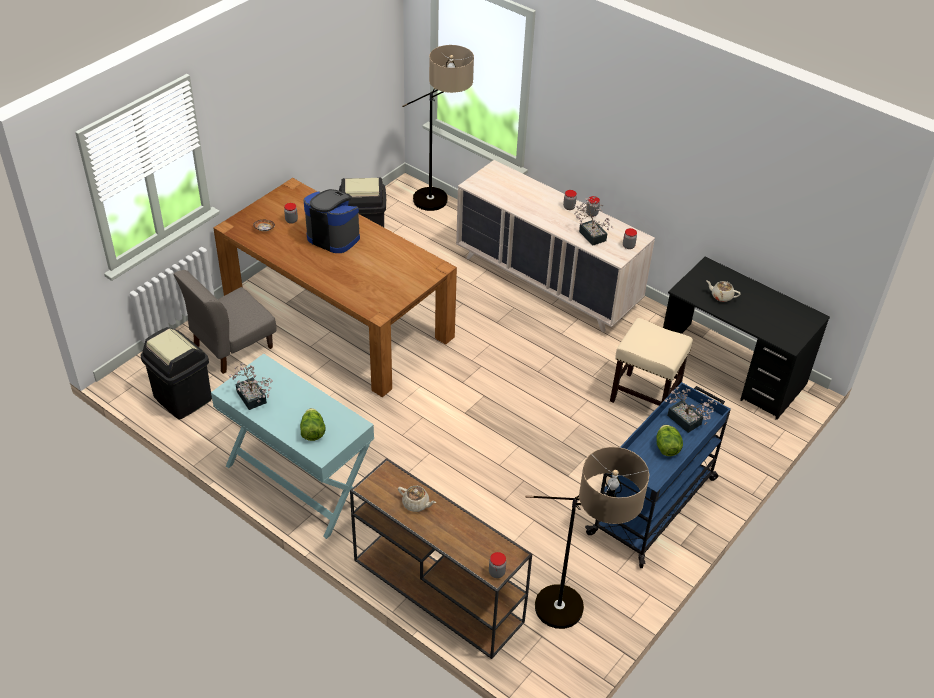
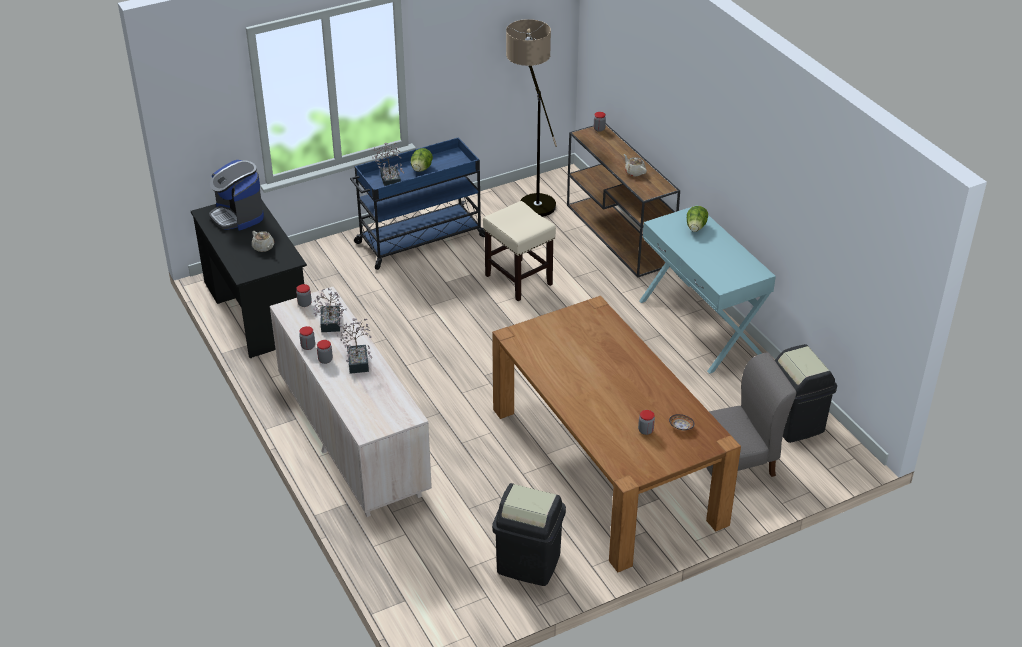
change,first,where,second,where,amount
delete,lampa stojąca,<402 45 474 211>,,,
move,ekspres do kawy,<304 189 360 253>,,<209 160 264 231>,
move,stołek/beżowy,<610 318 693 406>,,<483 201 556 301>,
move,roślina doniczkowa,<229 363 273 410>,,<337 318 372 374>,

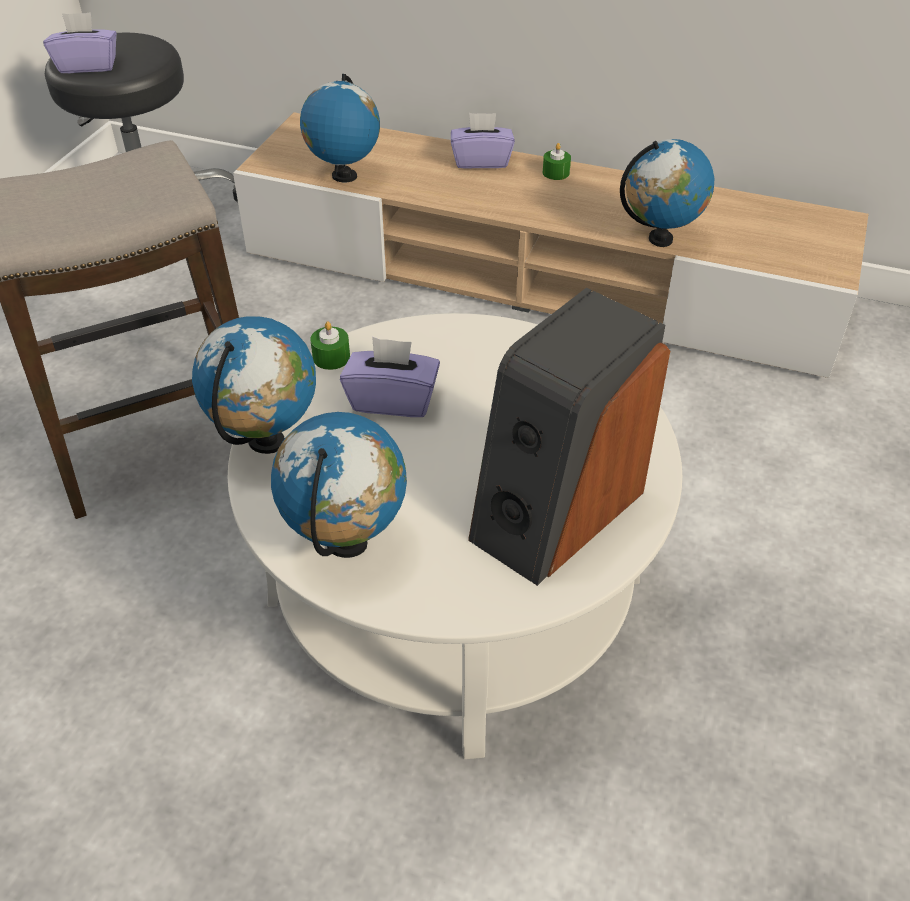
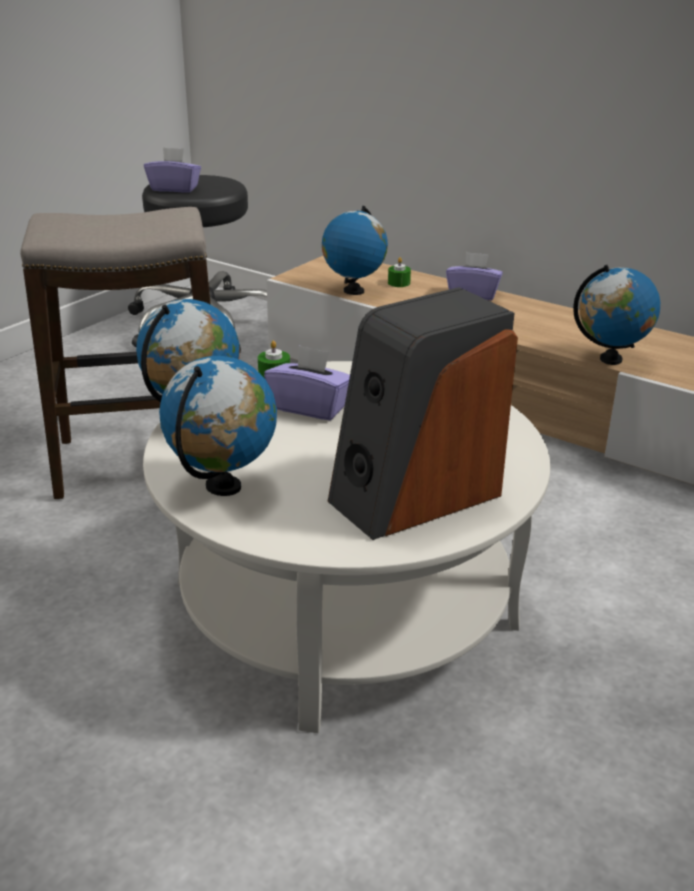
change,first,where,second,where,amount
move,świeca/zielony,<543 143 571 180>,,<388 257 411 287>,

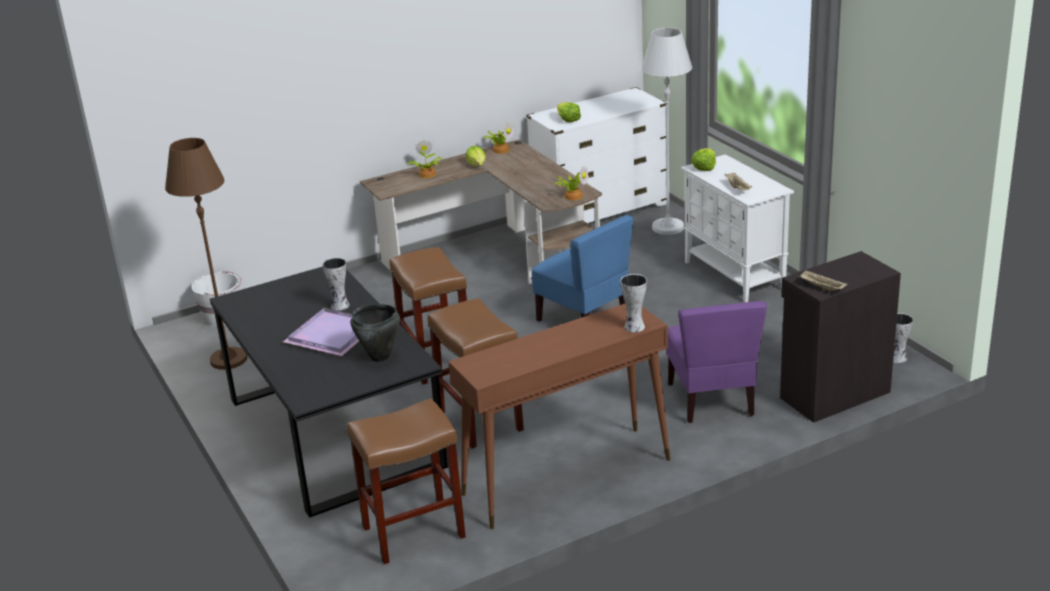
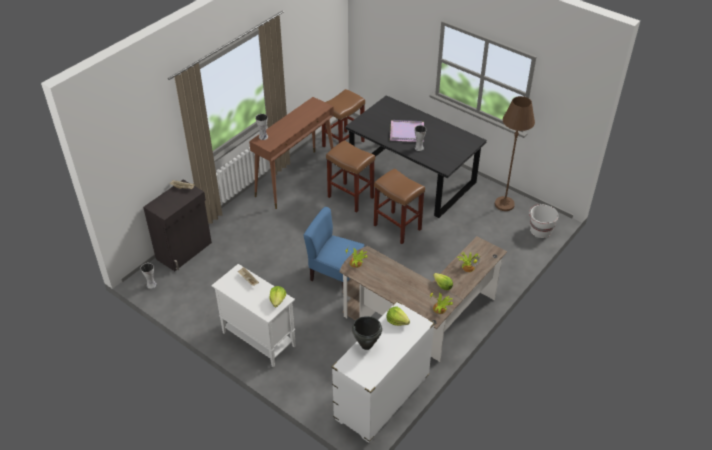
change,first,where,second,where,amount
delete,lampa stojąca/biały,<642 28 692 235>,,,
delete,krzesło/fioletowy,<666 301 767 423>,,,
move,garnek/czarny,<351 304 400 362>,,<352 316 382 350>,

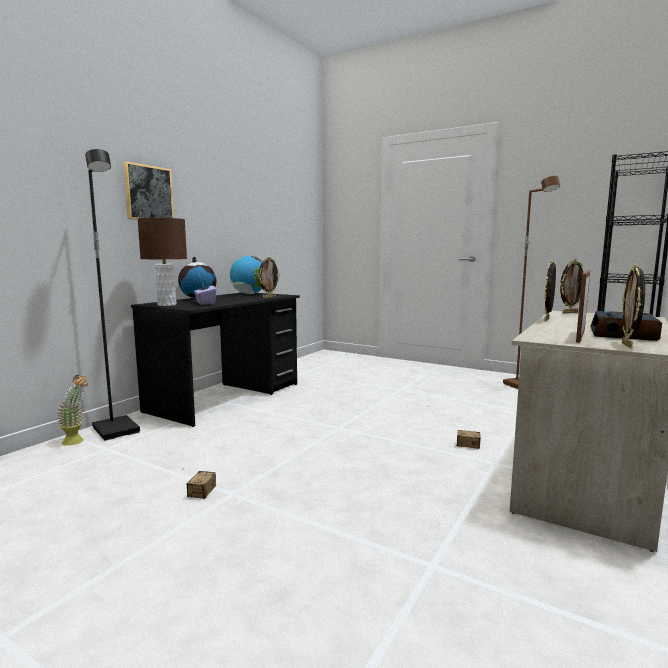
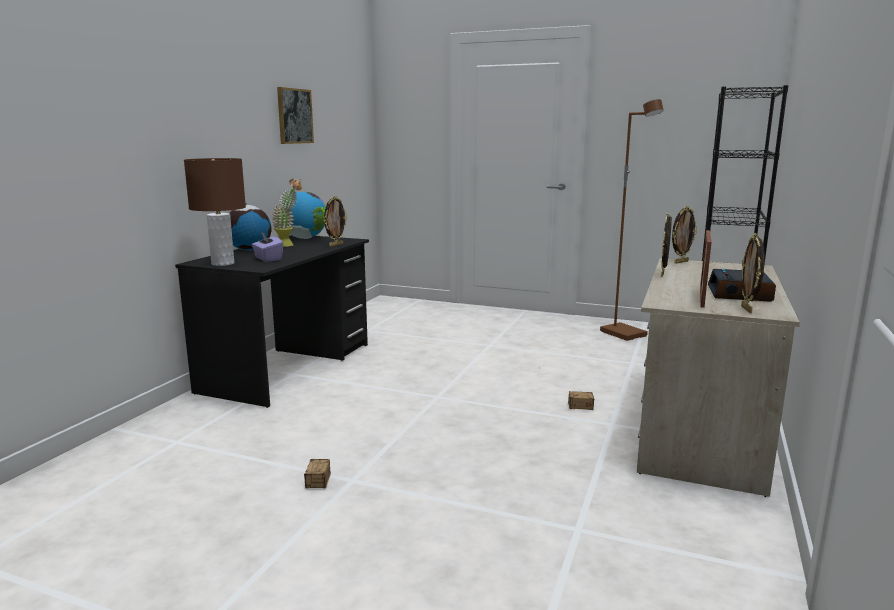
change,first,where,second,where,amount
delete,lampa stojąca/czarny,<85 149 140 441>,,,
move,obraz,<123 161 174 220>,,<277 87 314 144>,
move,roślina doniczkowa,<57 375 88 445>,,<271 179 302 247>,

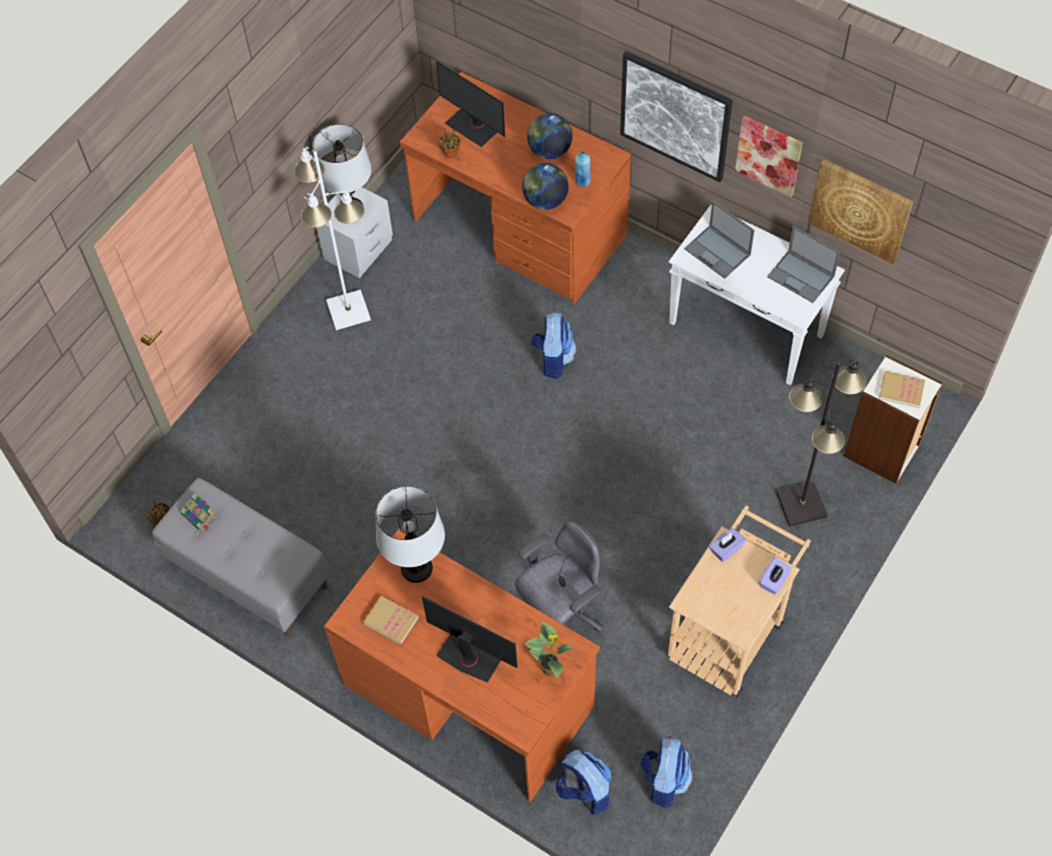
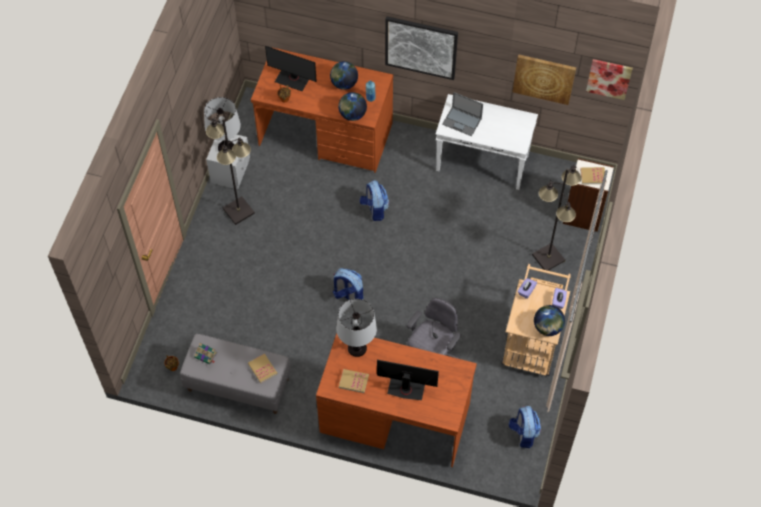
change,first,where,second,where,amount
move,obraz,<735 115 803 197>,,<586 59 633 100>,
recolor,lampa stojąca/biały,<294 146 371 330>,lampa stojąca/czarny,<206 117 255 225>,
delete,laptop,<767 226 840 303>,,,
delete,roślina doniczkowa,<524 621 574 678>,,,
move,plecak,<556 750 611 815>,,<333 268 363 300>,
insert,,,globus,<534 305 565 336>,
insert,,,książka,<248 354 277 383>,

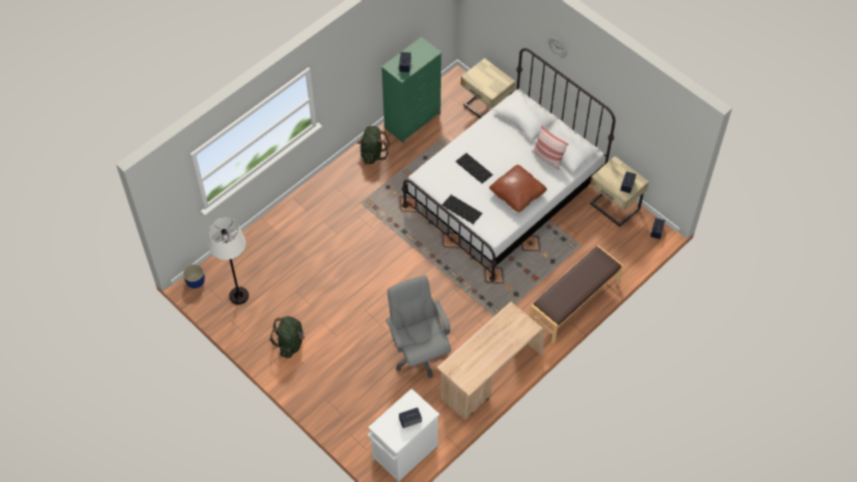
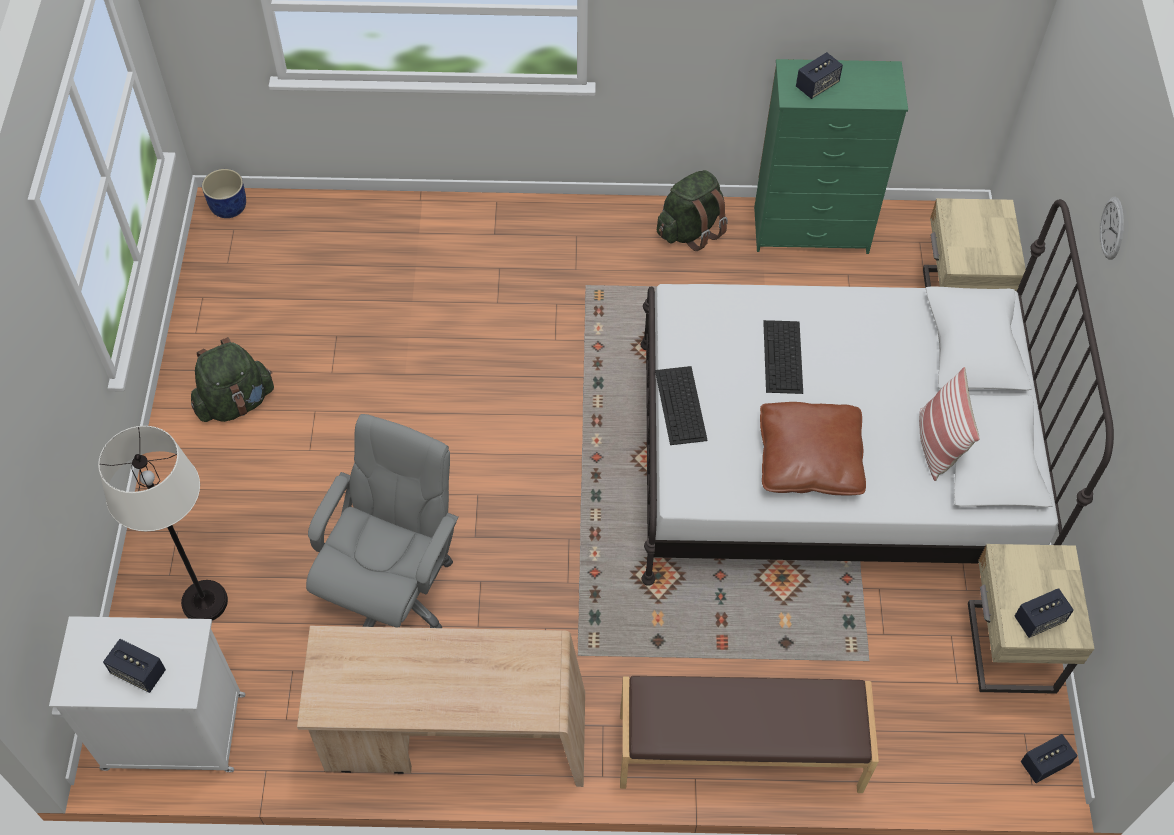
change,first,where,second,where,amount
move,lampa stojąca/biały,<208 218 249 305>,,<98 426 228 621>,

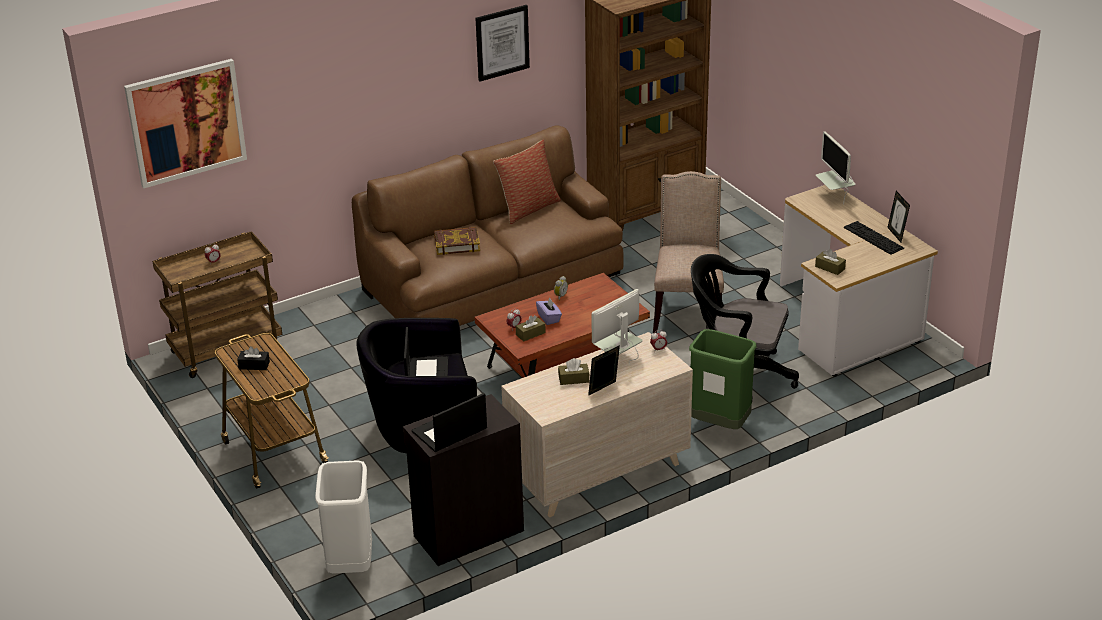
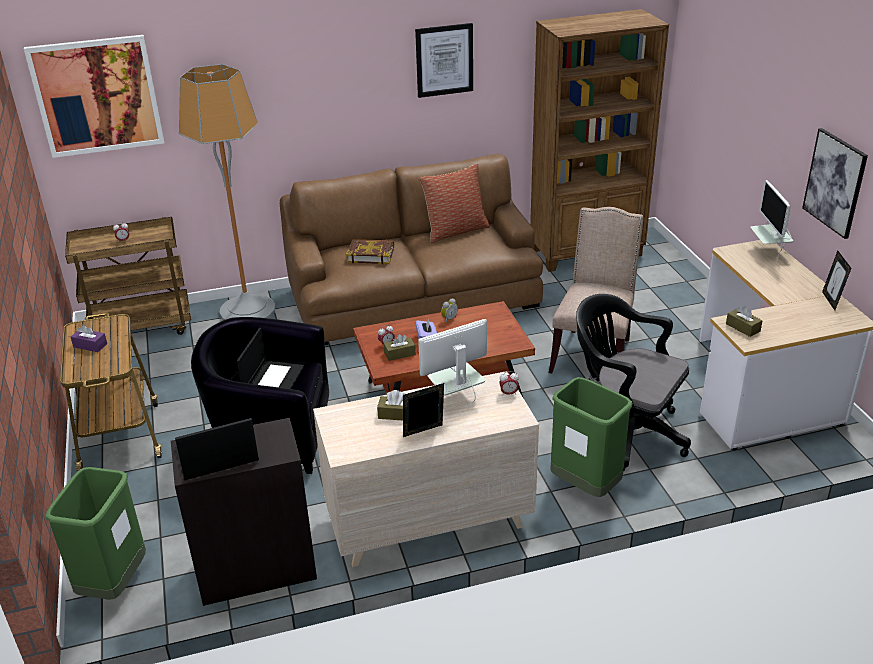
change,first,where,second,where,amount
delete,klawiatura,<844 221 904 255>,,,
recolor,pudełko chusteczek/czarny,<237 346 270 370>,pudełko chusteczek/fioletowy,<71 325 107 352>,
recolor,kosz na śmieci/biały,<315 460 372 574>,kosz na śmieci/zielony,<46 467 146 600>,
insert,,,lampa stojąca,<179 64 276 320>,
insert,,,obraz,<802 128 868 239>,

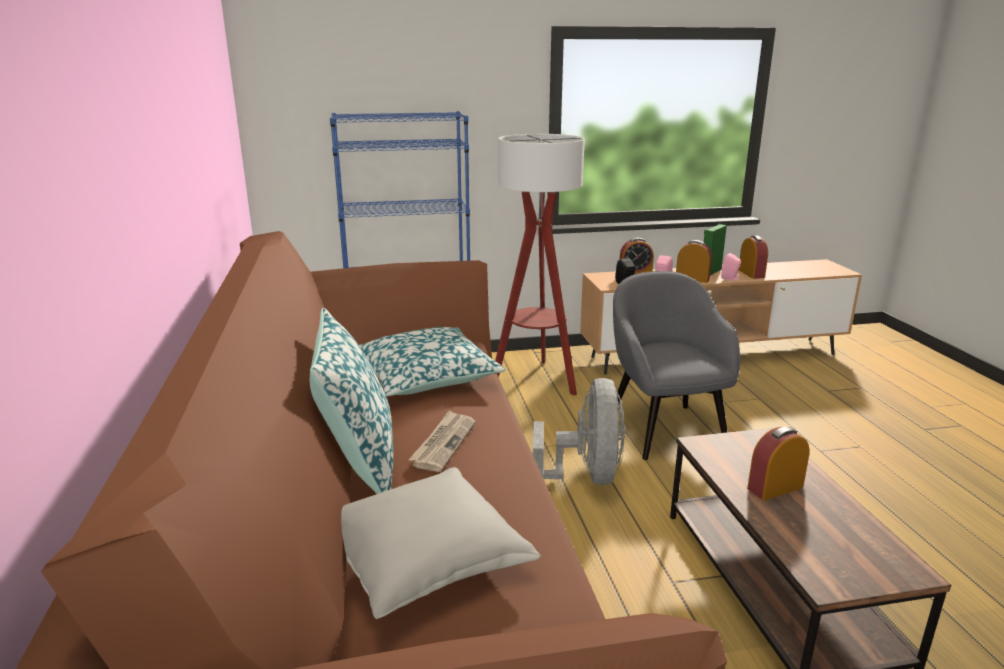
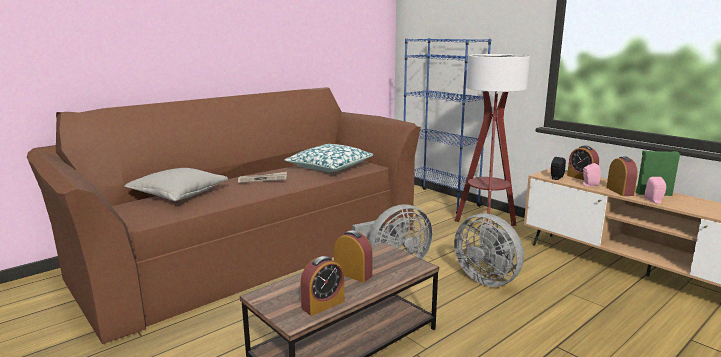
change,first,where,second,where,amount
move,budzik,<739 236 768 279>,,<301 256 344 316>,
replace,fotel/szary,<613 271 740 460>,wentylator/szary,<454 213 524 287>,
delete,poduszka,<310 308 393 494>,,,

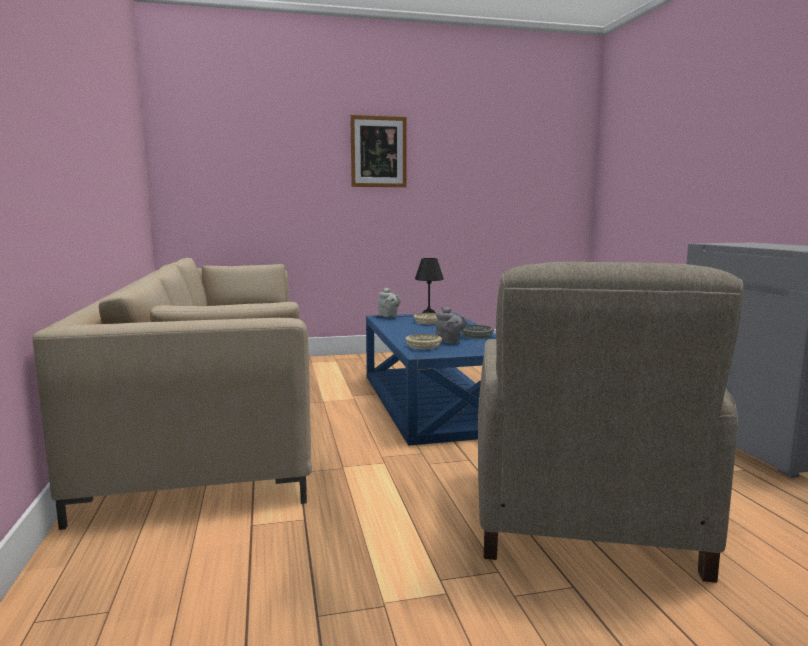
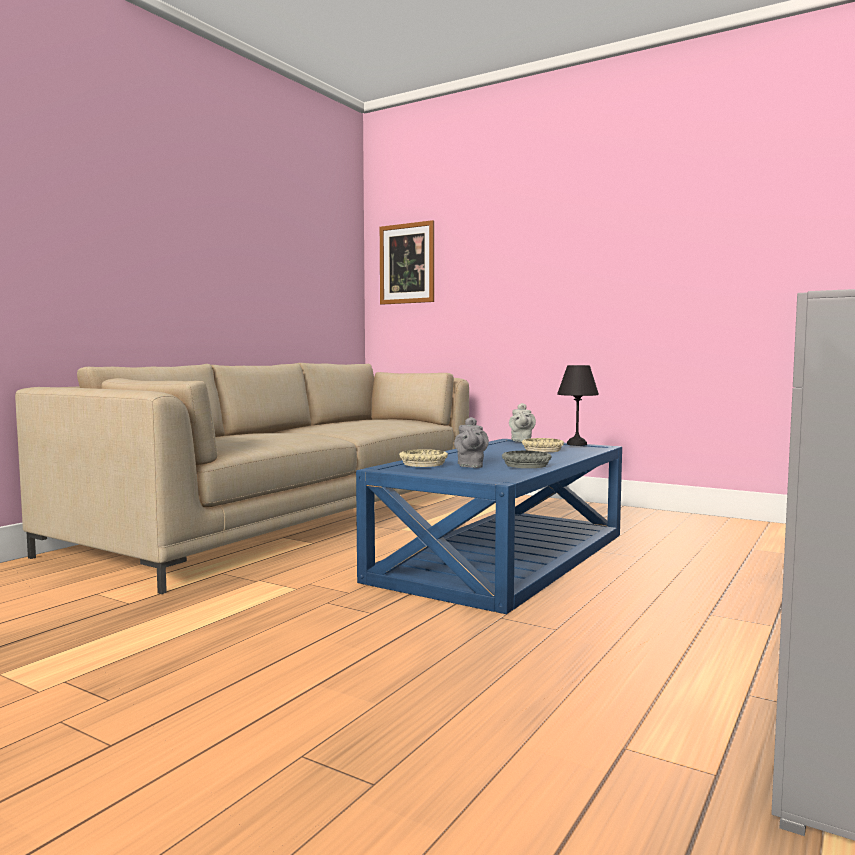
change,first,where,second,where,amount
move,obraz,<350 115 407 187>,,<380 220 434 305>,
delete,fotel/beżowy,<478 262 743 583>,,,

